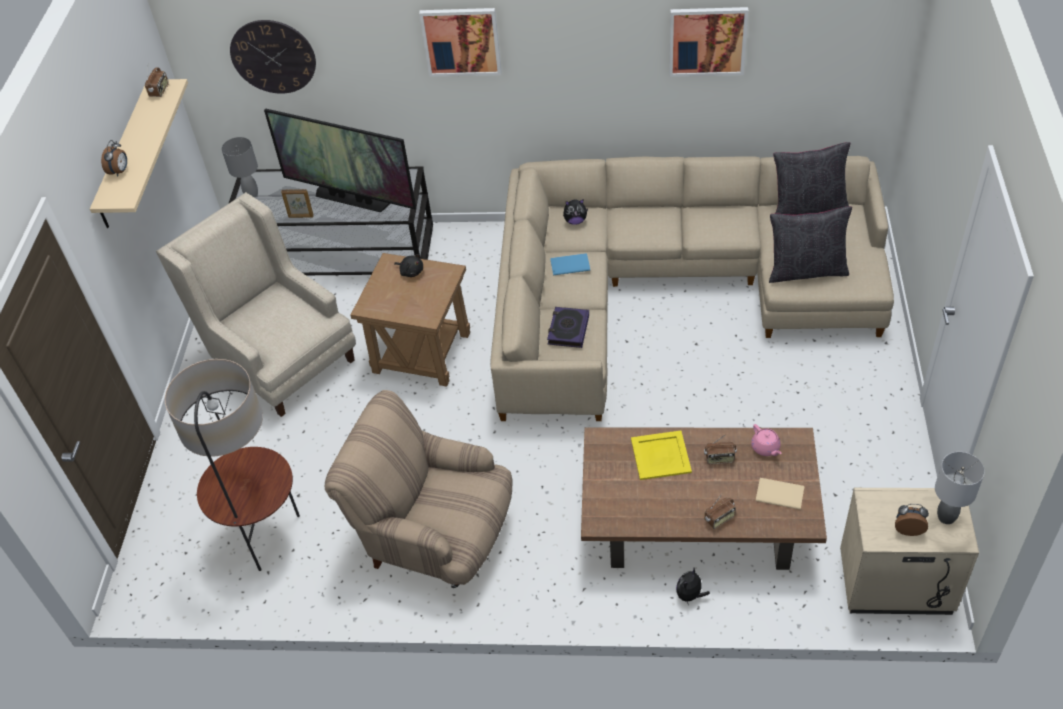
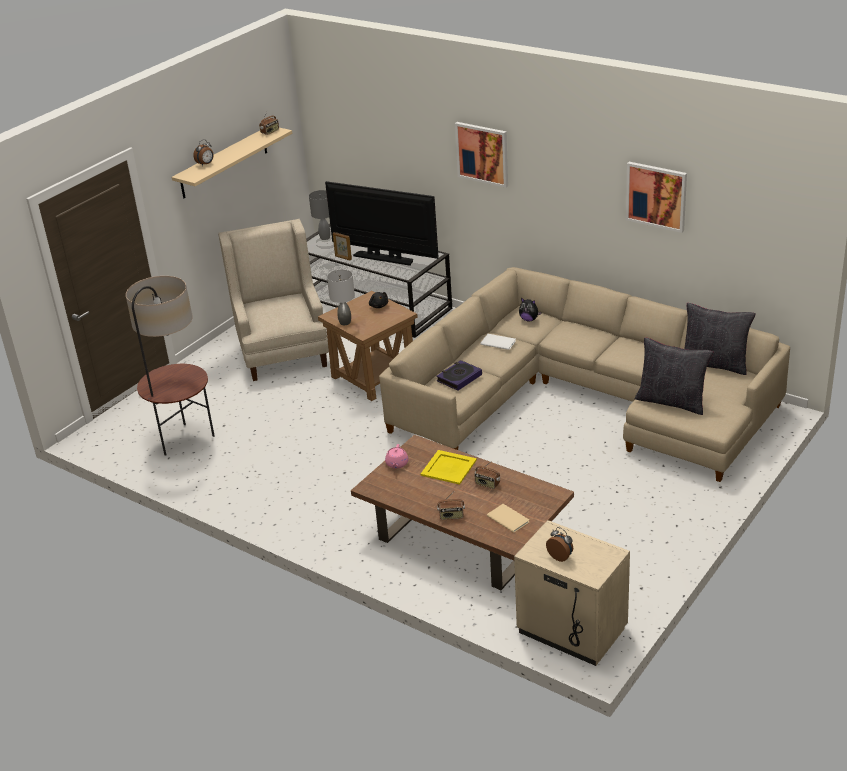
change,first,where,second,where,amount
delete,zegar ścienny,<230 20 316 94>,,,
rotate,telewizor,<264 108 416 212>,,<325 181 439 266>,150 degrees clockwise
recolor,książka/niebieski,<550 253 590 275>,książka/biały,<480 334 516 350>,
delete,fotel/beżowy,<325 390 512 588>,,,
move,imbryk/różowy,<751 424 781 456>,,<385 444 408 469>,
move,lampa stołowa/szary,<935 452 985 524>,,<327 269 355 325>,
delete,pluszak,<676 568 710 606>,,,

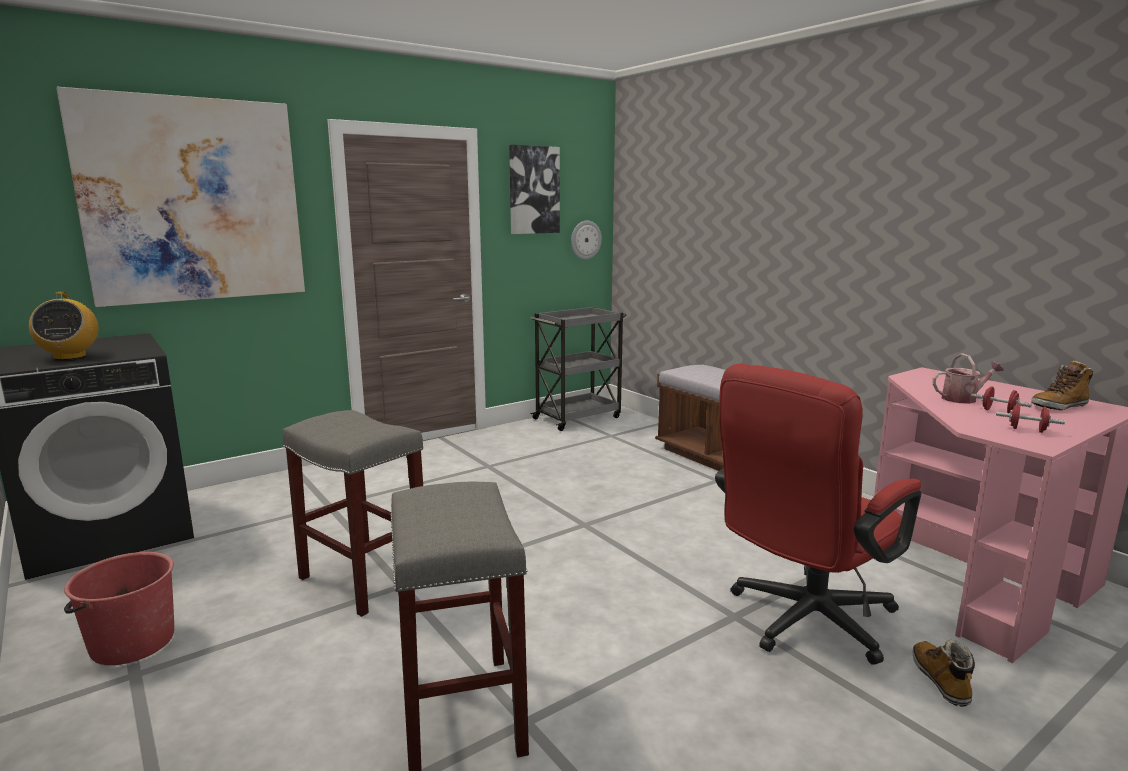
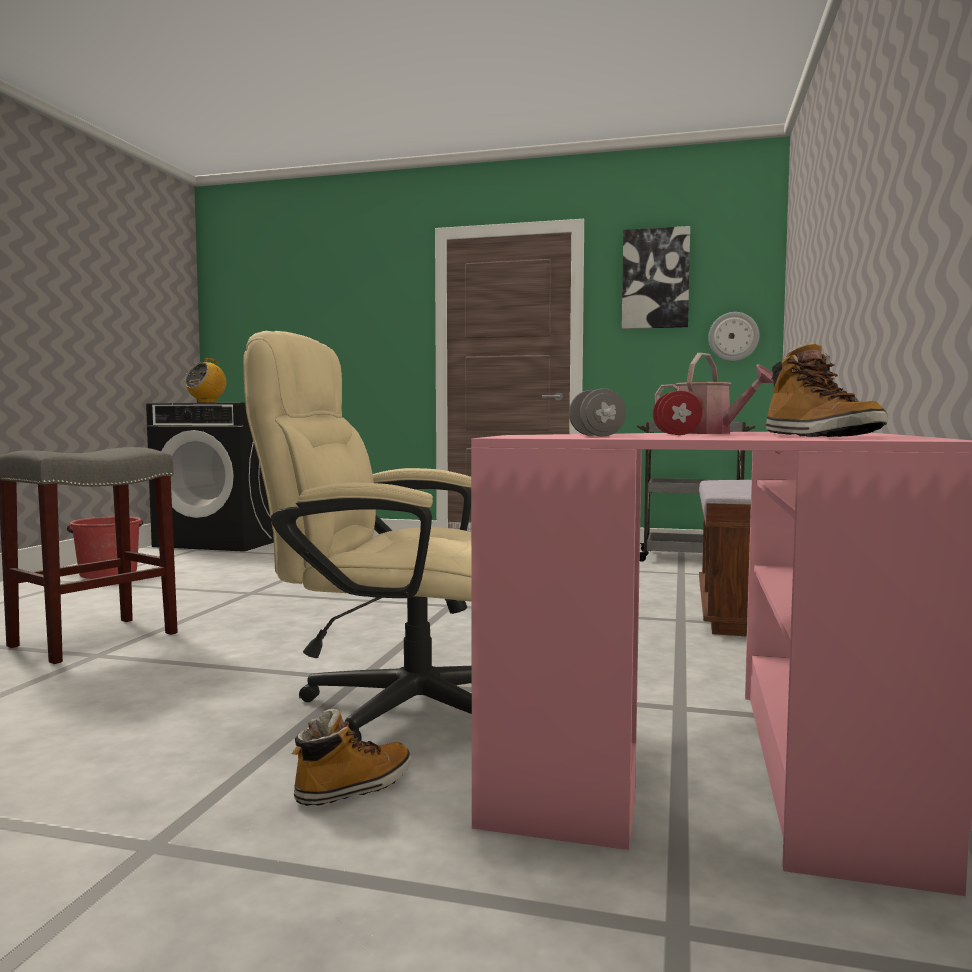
change,first,where,second,where,amount
delete,obraz,<57 87 305 307>,,,
rotate,but z cholewką,<1031 360 1093 410>,,<765 342 888 437>,135 degrees counterclockwise
recolor,krzesło biurowe/czerwony,<715 364 921 665>,krzesło biurowe/beżowy,<243 331 472 741>,
recolor,hantel/czerwony,<996 403 1065 433>,hantel/szary,<569 388 626 437>,
delete,stołek/szary,<282 410 423 617>,,,

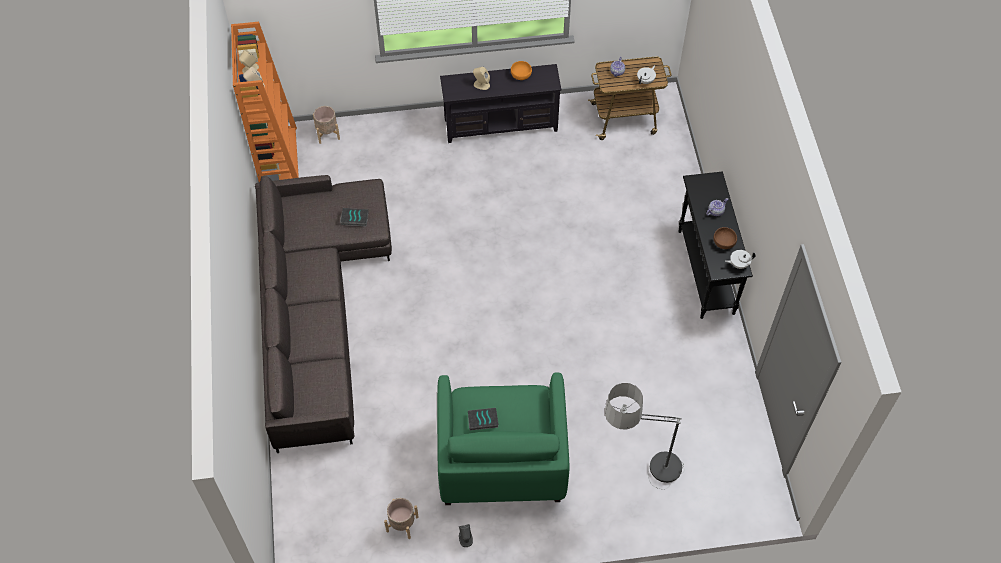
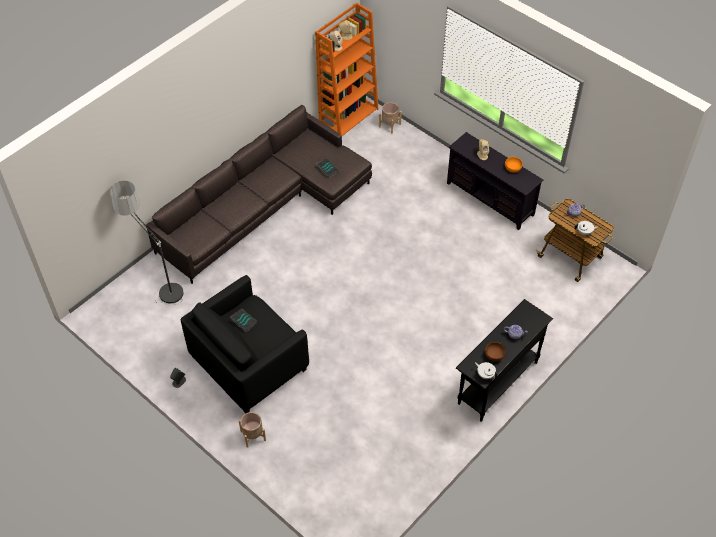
change,first,where,second,where,amount
recolor,fotel/zielony,<437 373 569 505>,fotel/czarny,<180 275 309 414>,
move,lampa stojąca,<605 383 684 490>,,<110 181 184 304>,
move,donica/beżowy,<384 498 419 539>,,<239 412 266 448>,

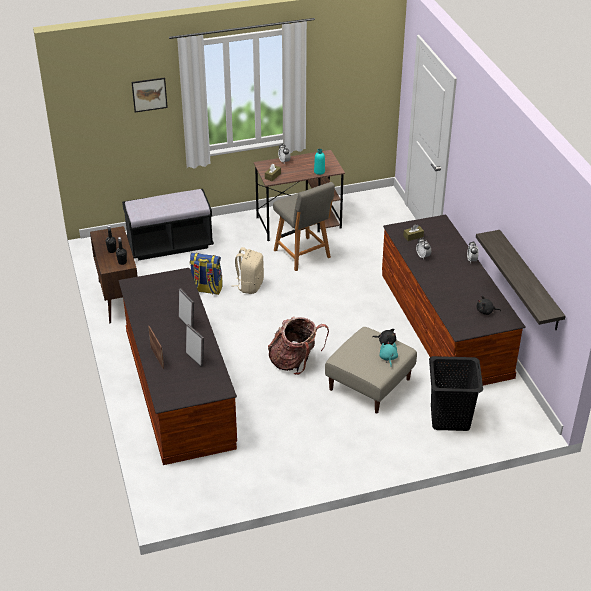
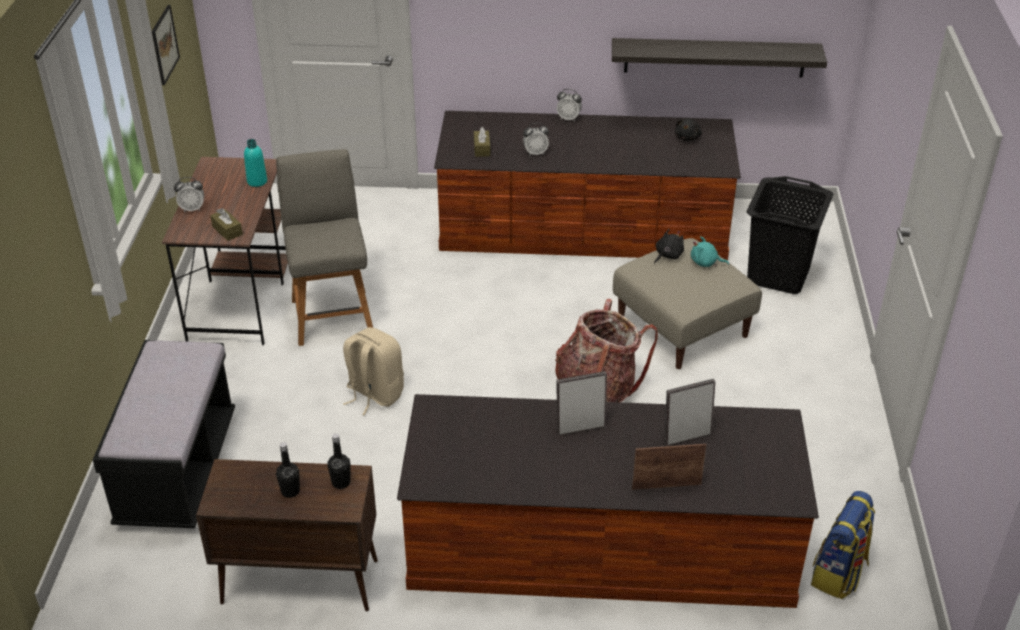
change,first,where,second,where,amount
move,obraz,<132 77 168 112>,,<152 5 180 85>,
rotate,krzesło/szary,<273 182 335 271>,,<276 149 373 346>,90 degrees counterclockwise
move,plecak,<190 253 222 295>,,<811 491 875 599>,

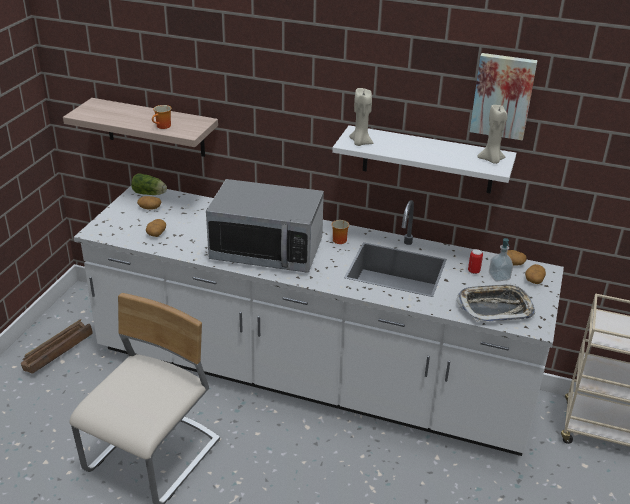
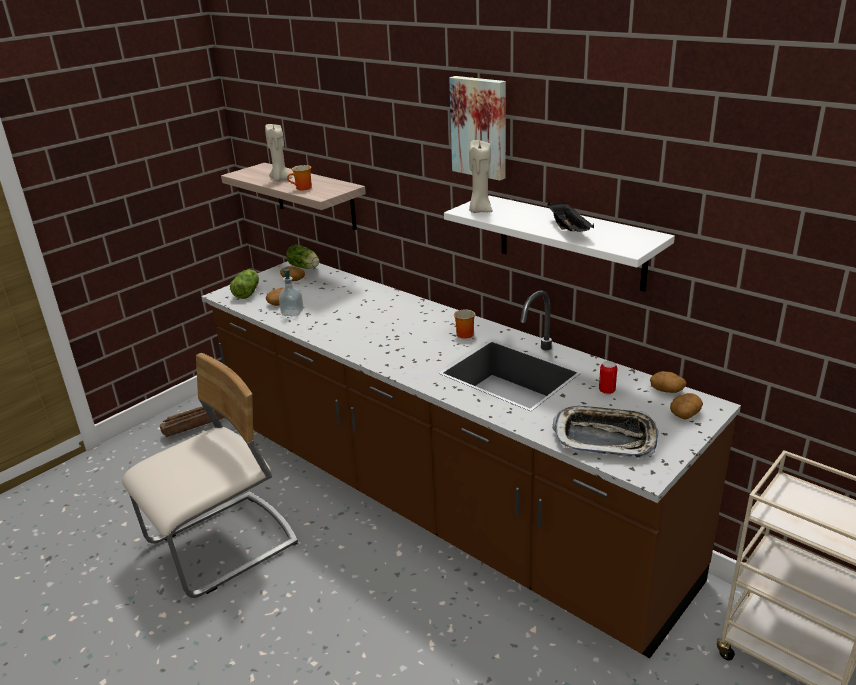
change,first,where,second,where,amount
move,obraz,<470 53 538 140>,,<449 76 506 181>,
move,świeca/beżowy,<477 105 507 164>,,<265 124 293 181>,
delete,mikrofalówka,<206 179 324 273>,,,
recolor,zabudowa kuchenna/biały,<74 186 564 456>,zabudowa kuchenna/brązowy,<201 261 741 658>,
move,dozownik mydła,<489 238 513 281>,,<279 269 304 316>,
insert,,,taca/czarny,<547 202 594 232>,
insert,,,sałata,<230 270 259 299>,

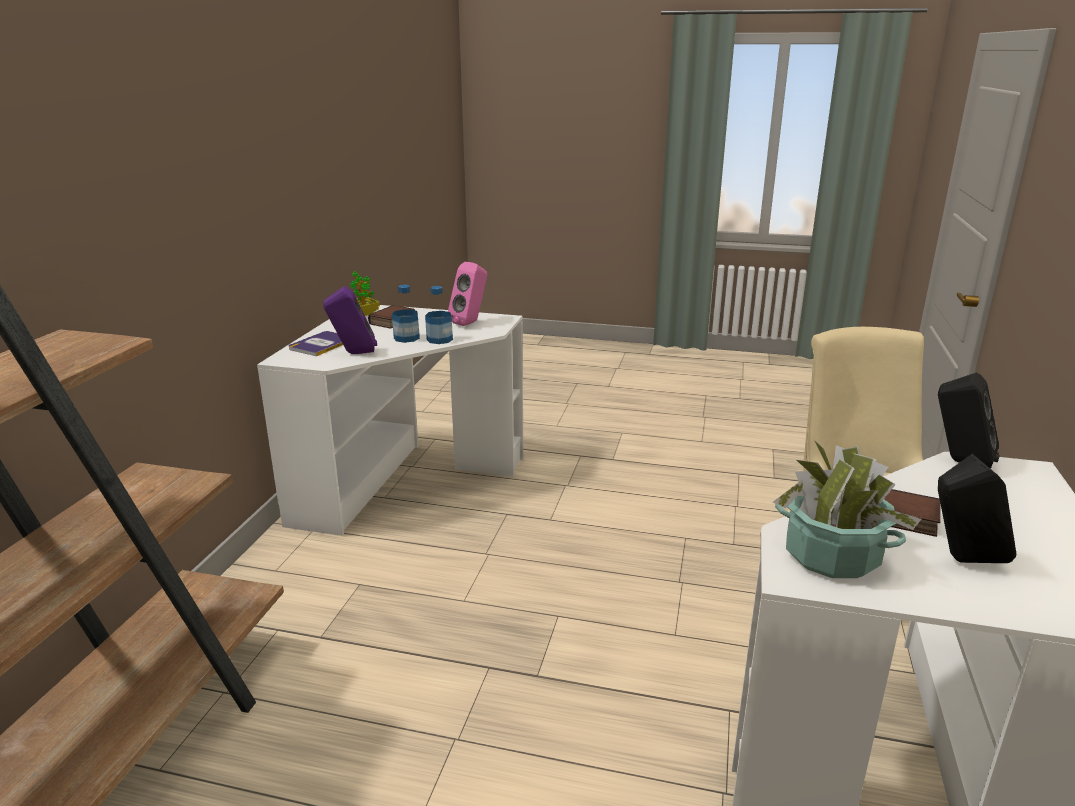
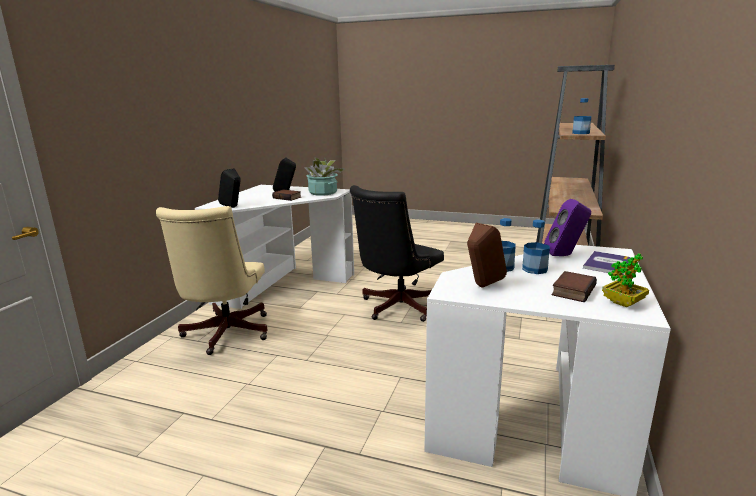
change,first,where,second,where,amount
recolor,głośnik/różowy,<448 262 487 326>,głośnik/brązowy,<467 223 507 287>,
insert,,,butelka,<572 98 591 134>,
insert,,,krzesło biurowe/czarny,<350 185 444 322>,

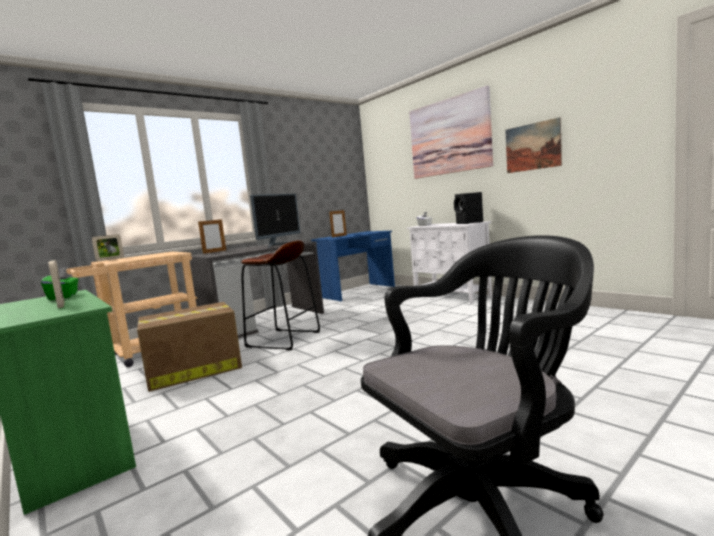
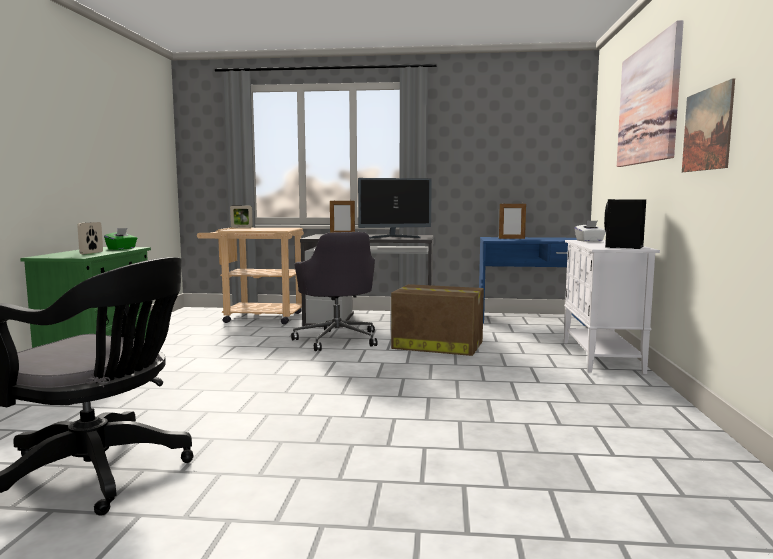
change,first,where,second,where,amount
replace,stołek/brązowy,<241 240 320 350>,krzesło biurowe/szary,<291 232 378 351>,
move,karton,<137 302 242 392>,,<391 284 484 356>,

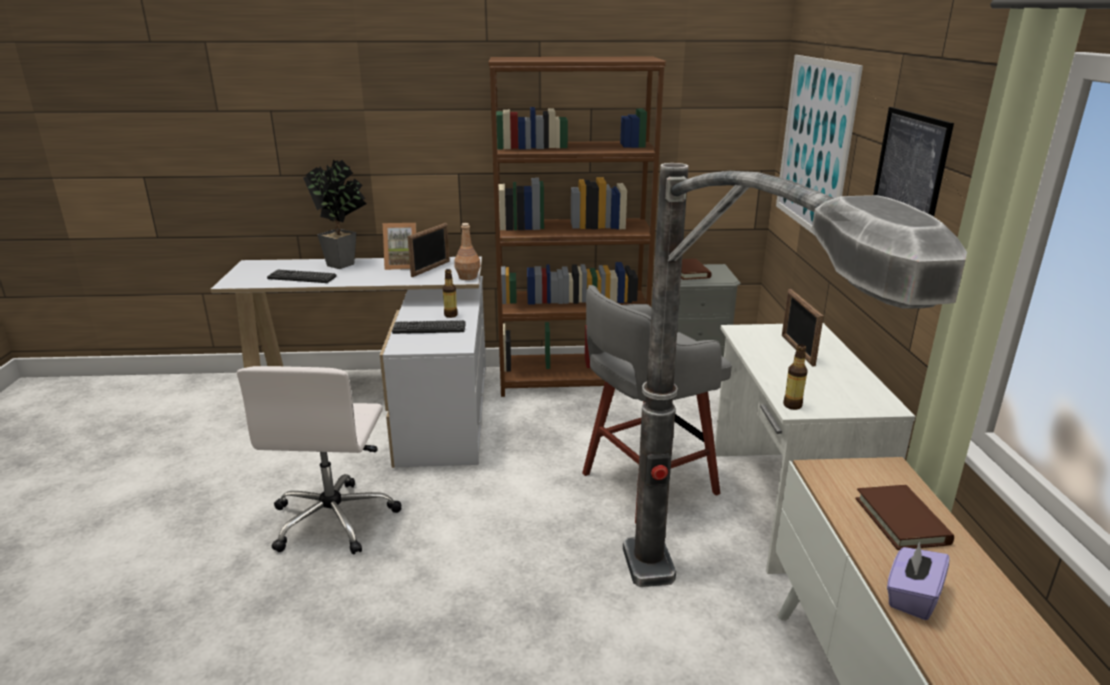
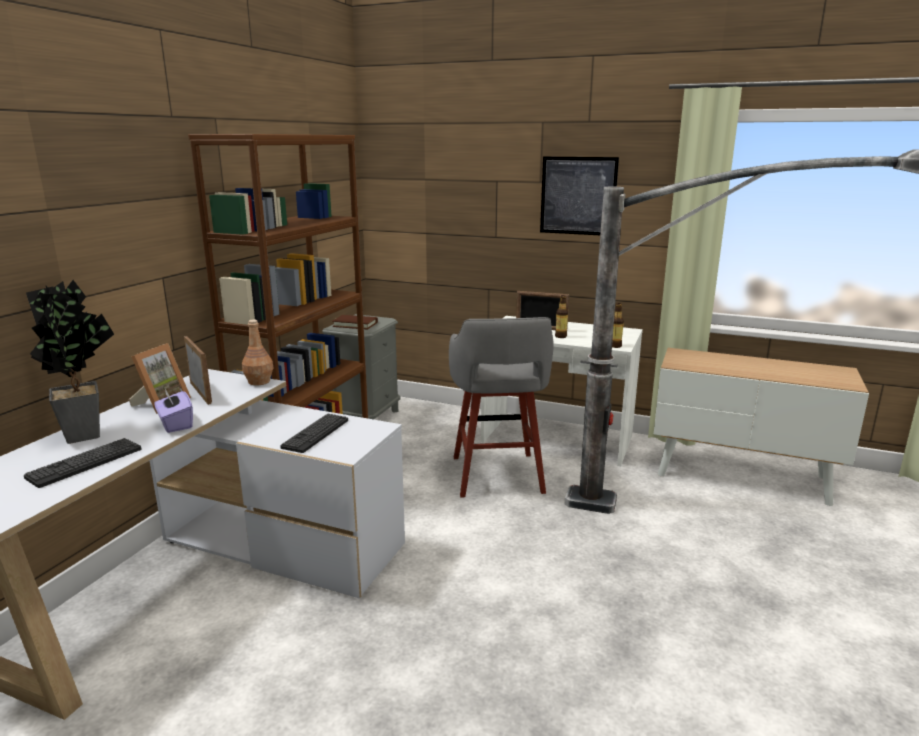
change,first,where,second,where,amount
delete,obraz,<776 55 863 235>,,,
move,butelka,<443 269 458 318>,,<555 295 568 338>,
delete,krzesło biurowe/biały,<237 366 402 555>,,,
delete,książka/brązowy,<855 485 954 550>,,,
move,pudełko chusteczek/fioletowy,<887 541 949 620>,,<154 387 193 433>,

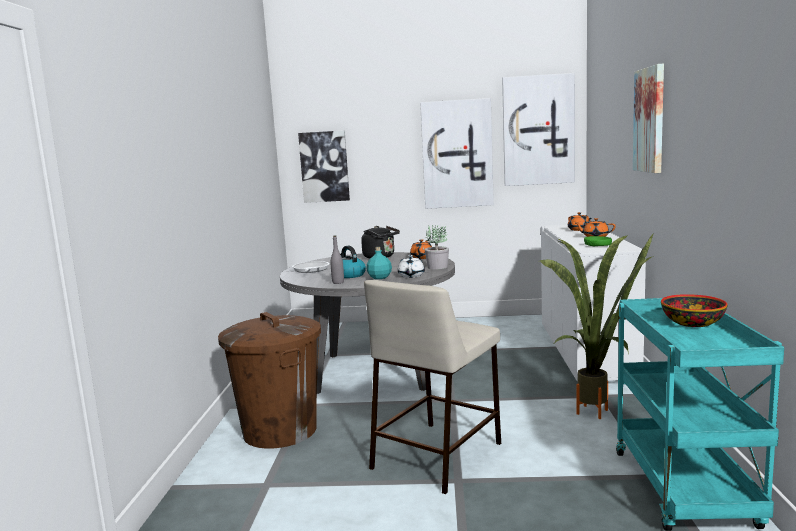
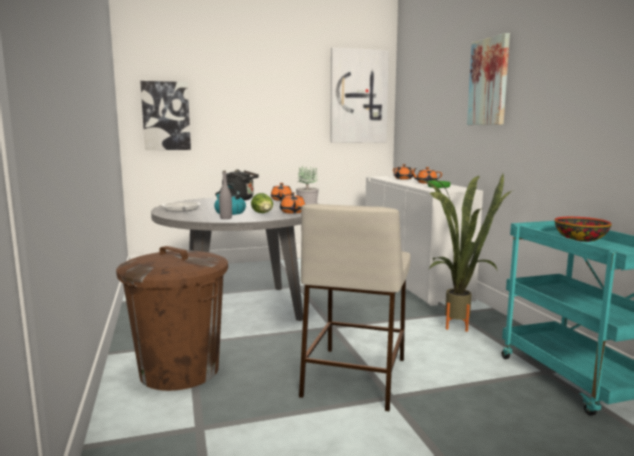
change,first,where,second,where,amount
delete,obraz,<420 98 494 209>,,,
replace,butelka/turkusowy,<367 247 392 279>,sałata,<251 193 273 213>,
recolor,imbryk/biały,<398 255 425 278>,imbryk/pomarańczowy,<280 192 305 214>,

